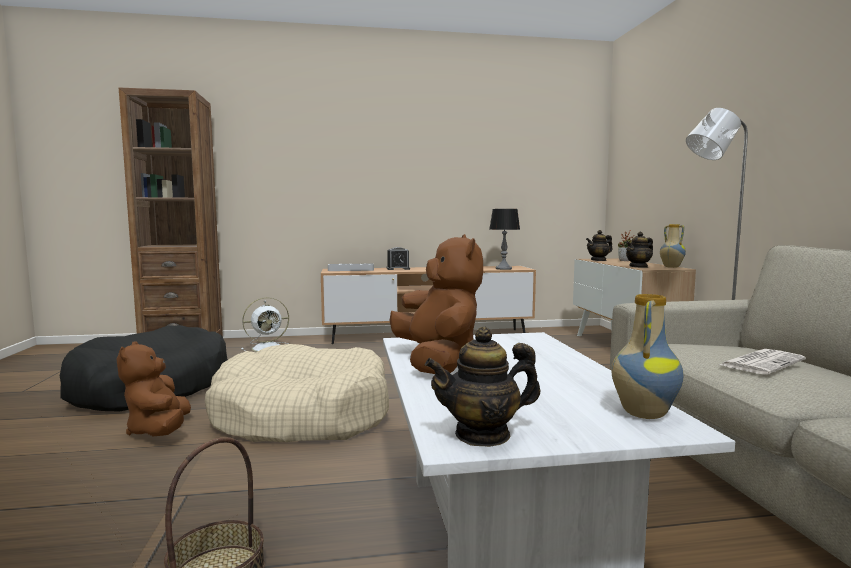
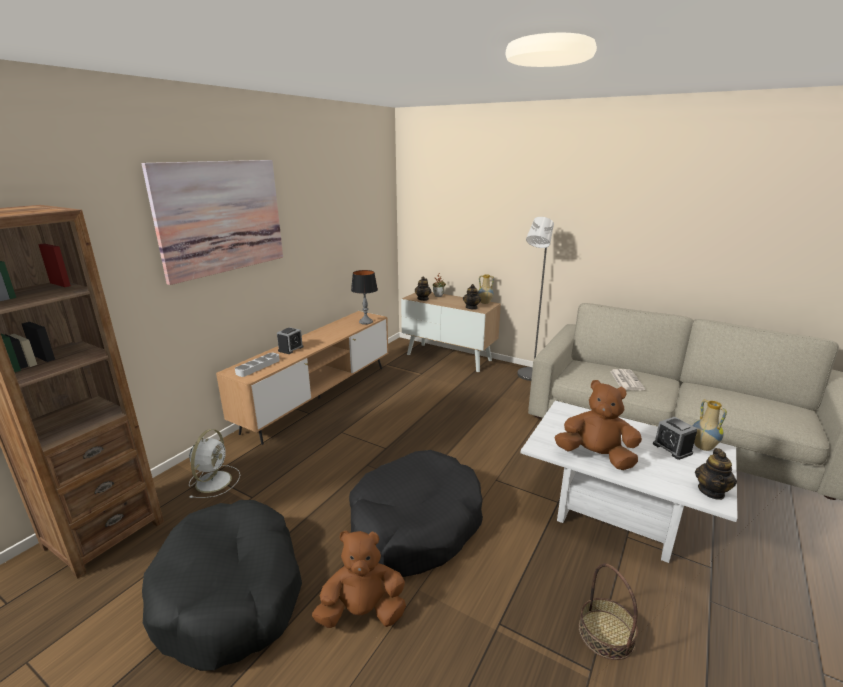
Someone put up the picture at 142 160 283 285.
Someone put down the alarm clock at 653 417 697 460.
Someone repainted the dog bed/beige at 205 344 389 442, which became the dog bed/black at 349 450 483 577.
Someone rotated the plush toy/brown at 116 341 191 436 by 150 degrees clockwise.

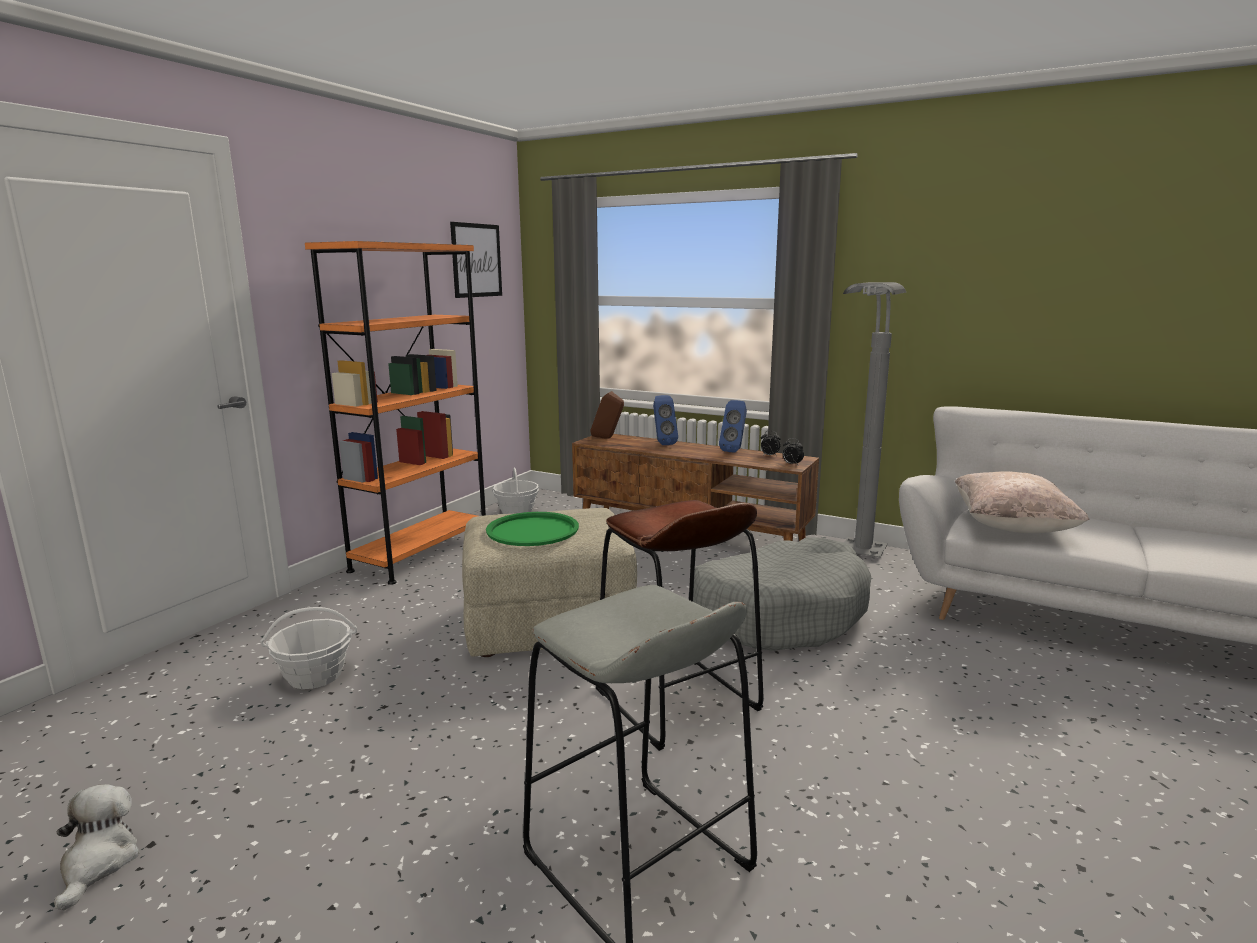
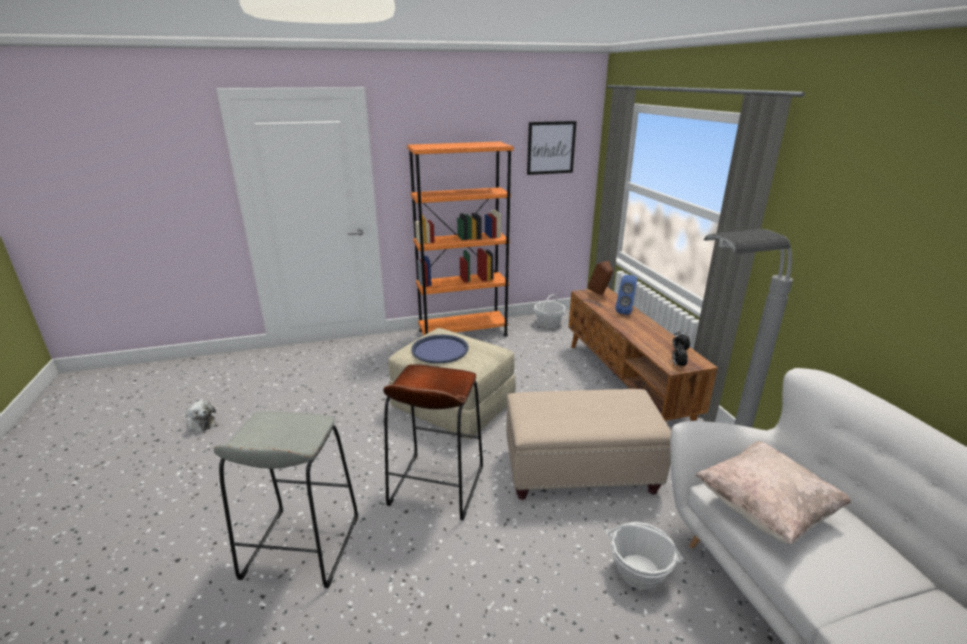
Someone took away the speaker/blue at 719 400 747 453.
Someone carried the basket from 260 607 357 689 to 608 522 683 590.
Someone swapped the dog bed/grey at 693 537 871 651 for the ottoman/beige at 507 389 671 500.
Someone repainted the tray/green at 486 512 579 546, which became the tray/blue at 411 335 469 364.
Someone rotated the plush toy at 54 784 139 911 by 90 degrees clockwise.

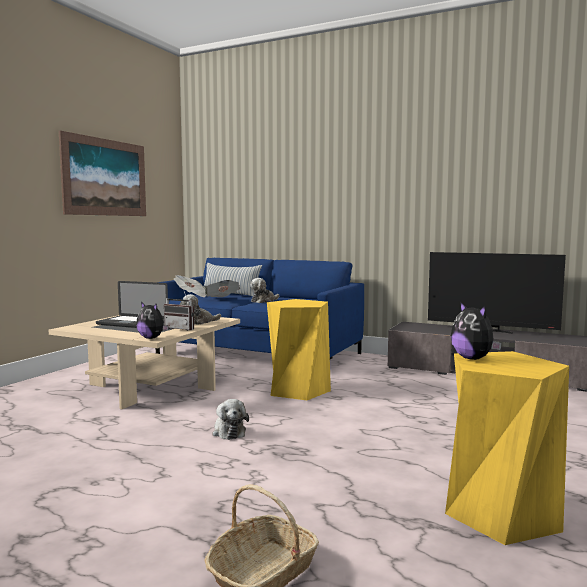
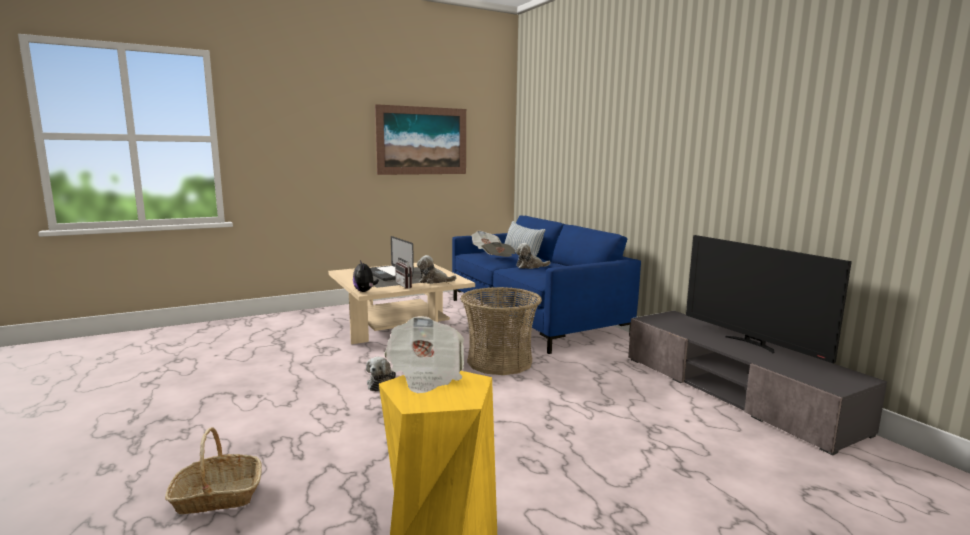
Someone swapped the stool/yellow at 267 299 331 400 for the basket at 461 287 542 375.
Someone swapped the plush toy at 451 301 502 360 for the newspaper at 384 316 464 393.

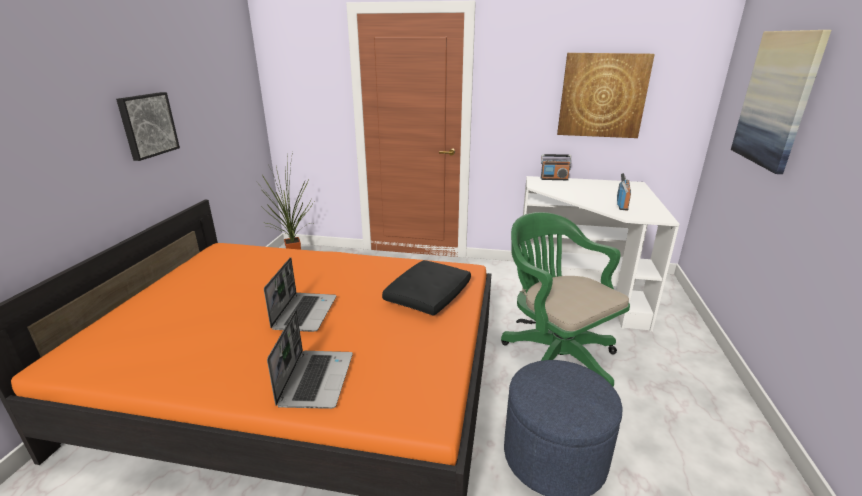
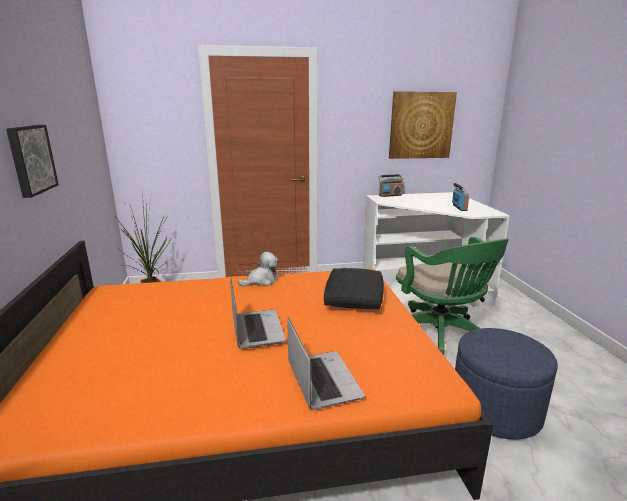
Someone took away the picture at 731 30 831 174.
Someone put down the plush toy at 238 252 279 286.
Someone rotated the office chair/green at 501 212 630 387 by 150 degrees counterclockwise.

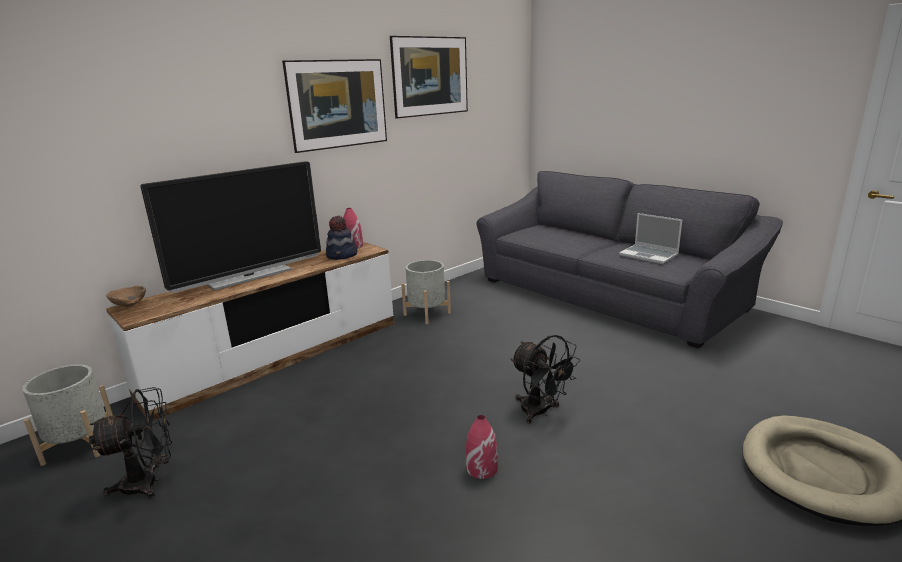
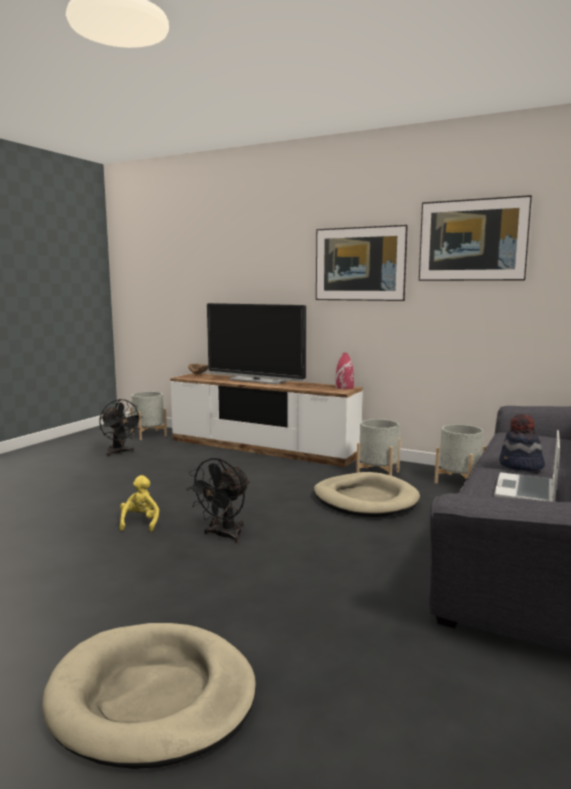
Someone put down the dog bed/beige at 314 472 420 517.
Someone put down the planter/grey at 435 424 486 484.
Someone carried the hat from 326 216 357 260 to 499 414 545 471.
Someone swapped the vase/red at 466 415 498 479 for the plush toy/yellow at 119 475 159 532.

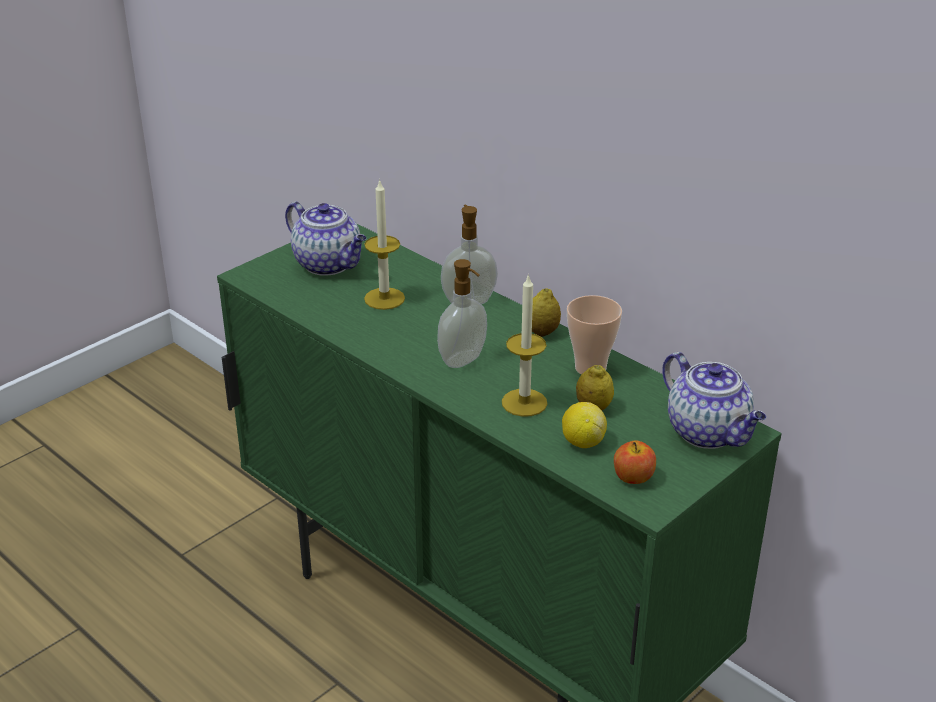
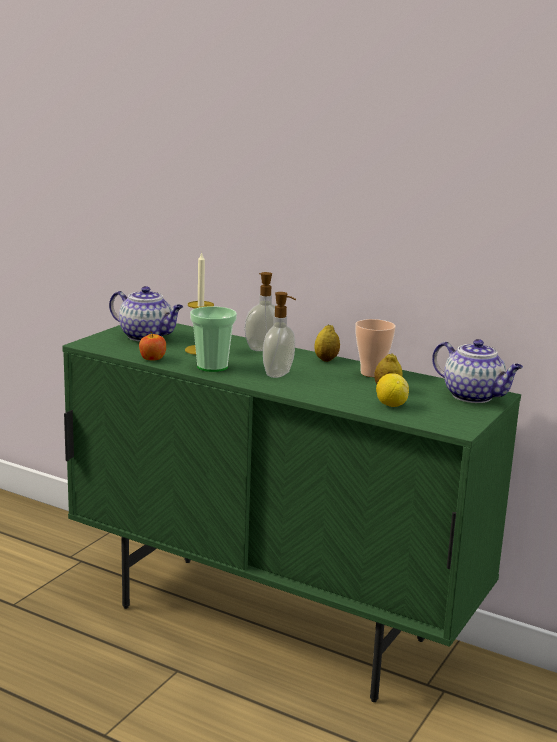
Someone took away the candle at 502 274 548 417.
Someone put down the cup at 190 306 237 372.
Someone carried the apple from 614 440 656 484 to 139 331 166 360.

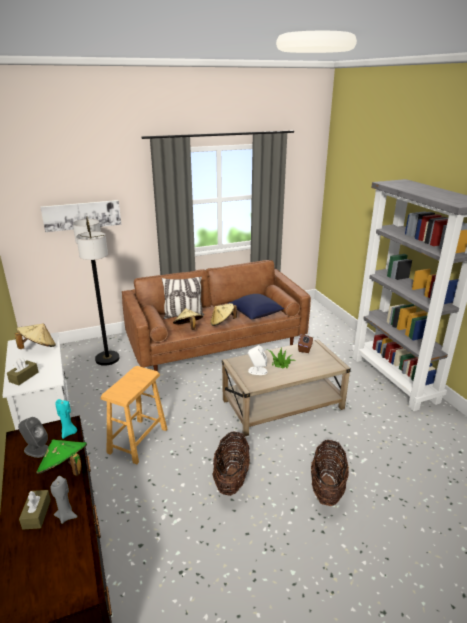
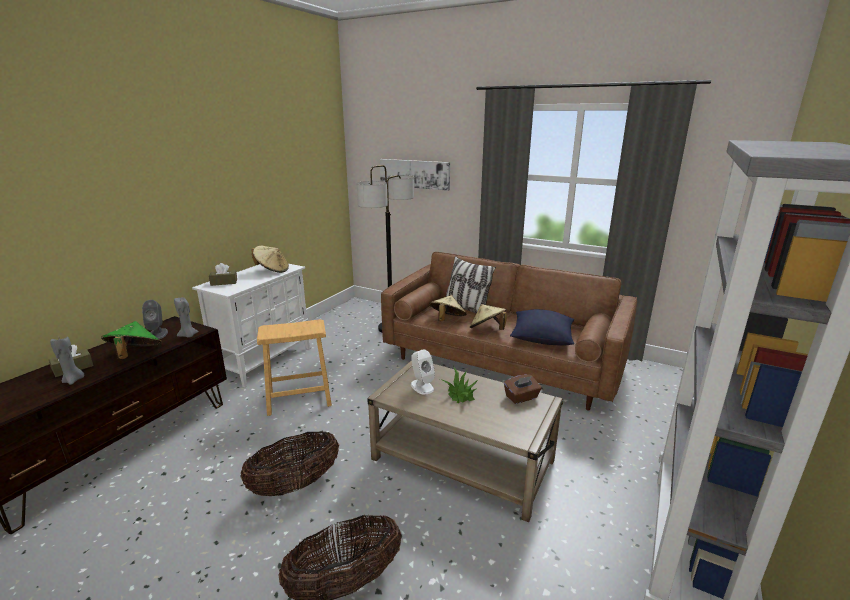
Someone repainted the candle/turquoise at 55 399 77 439, which became the candle/grey at 174 297 199 338.

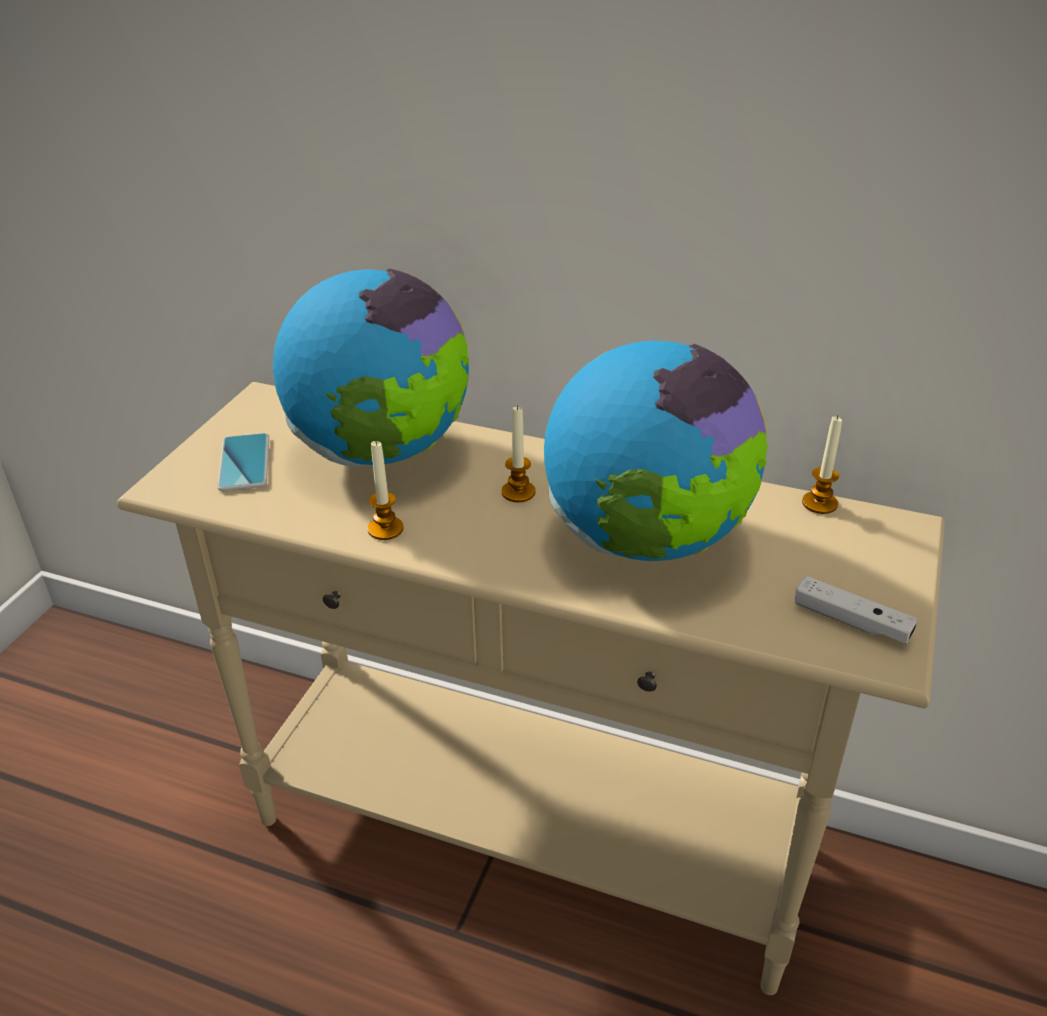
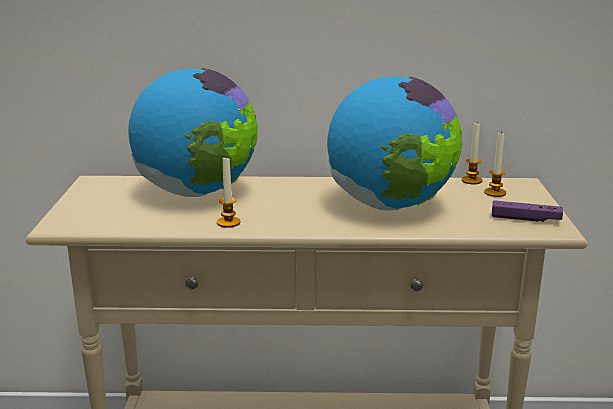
Someone took away the phone at 217 433 269 491.
Someone carried the candle from 502 405 536 502 to 484 131 506 197.
Someone repainted the game controller/white at 795 576 917 644, which became the game controller/purple at 492 200 563 222.

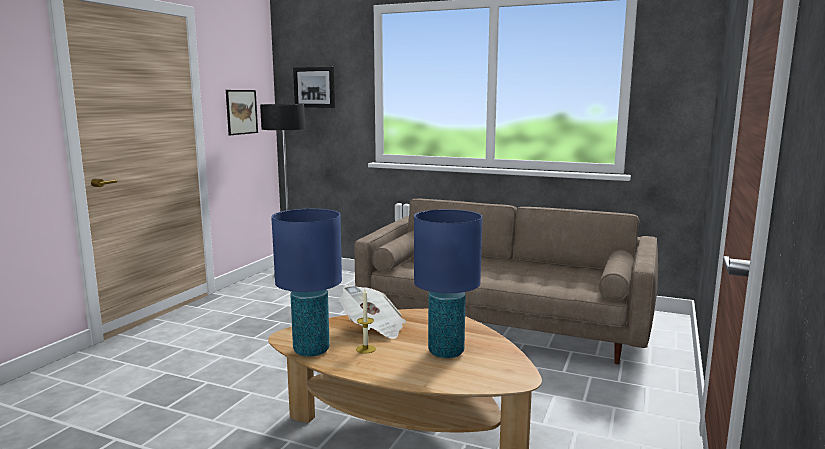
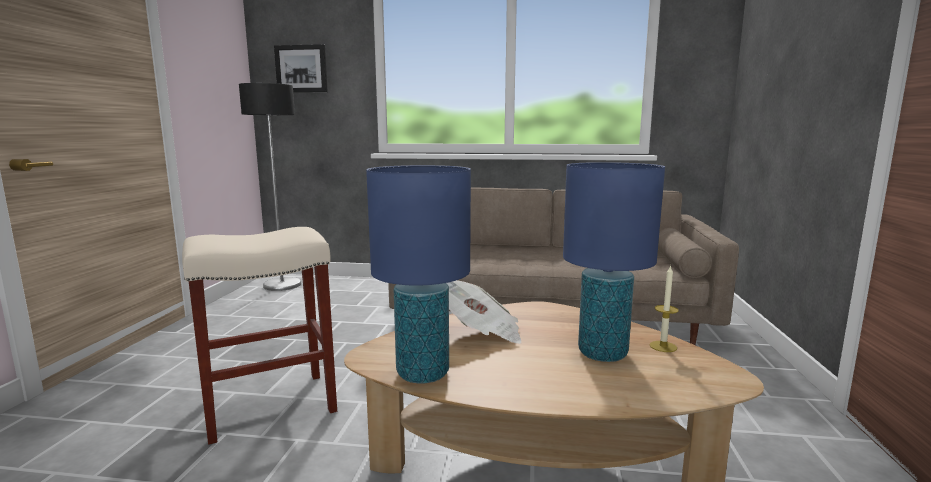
Someone took away the picture at 226 90 258 135.
Someone put down the stool/beige at 182 227 337 445.
Someone carried the candle from 356 289 376 353 to 650 265 679 352.

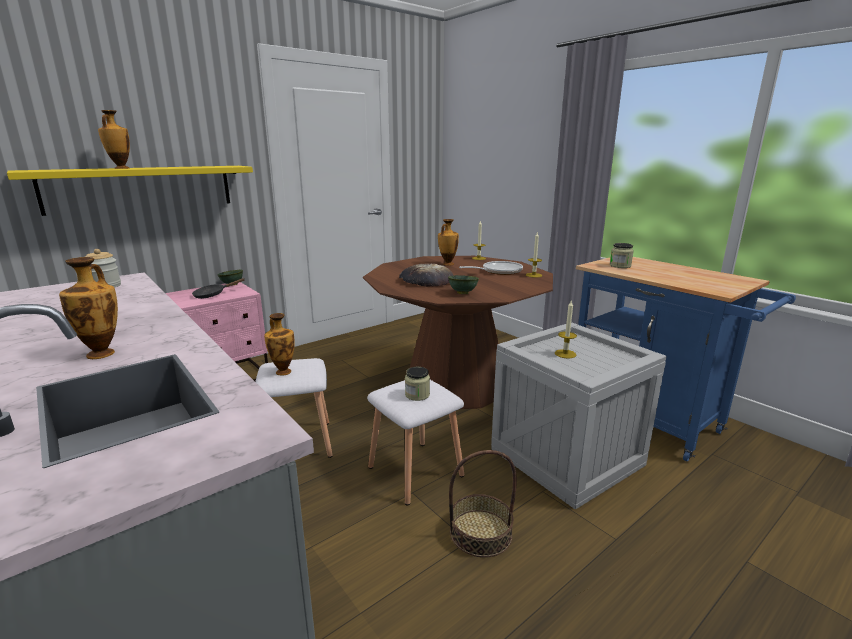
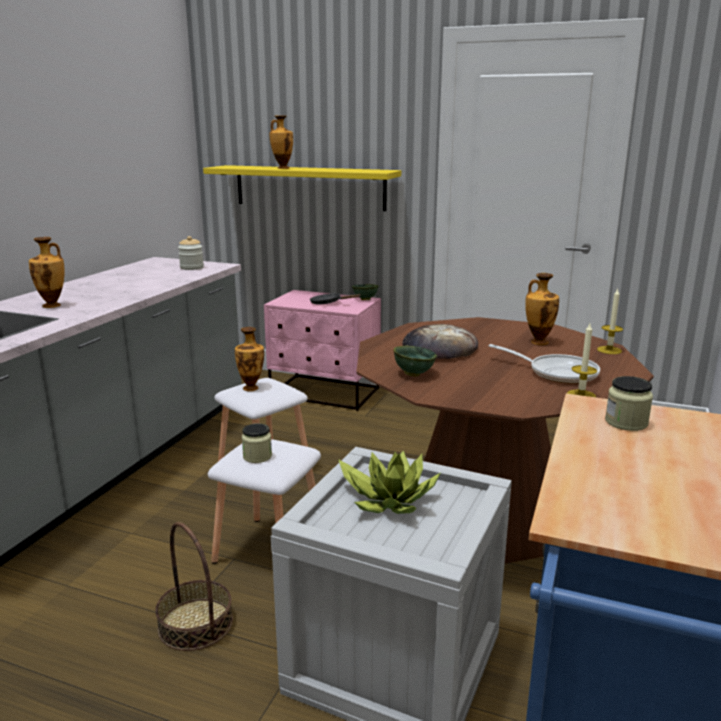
Someone swapped the candle at 555 301 577 358 for the potted plant at 338 451 441 514.

